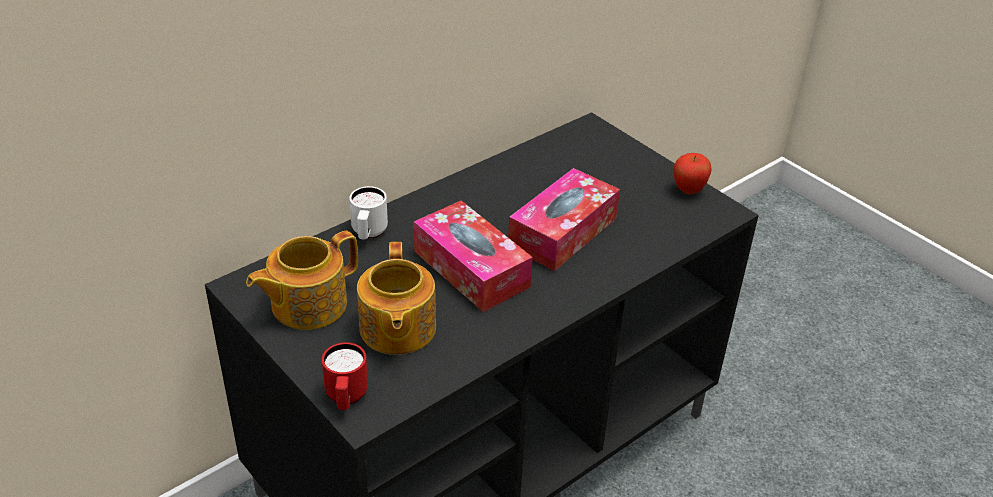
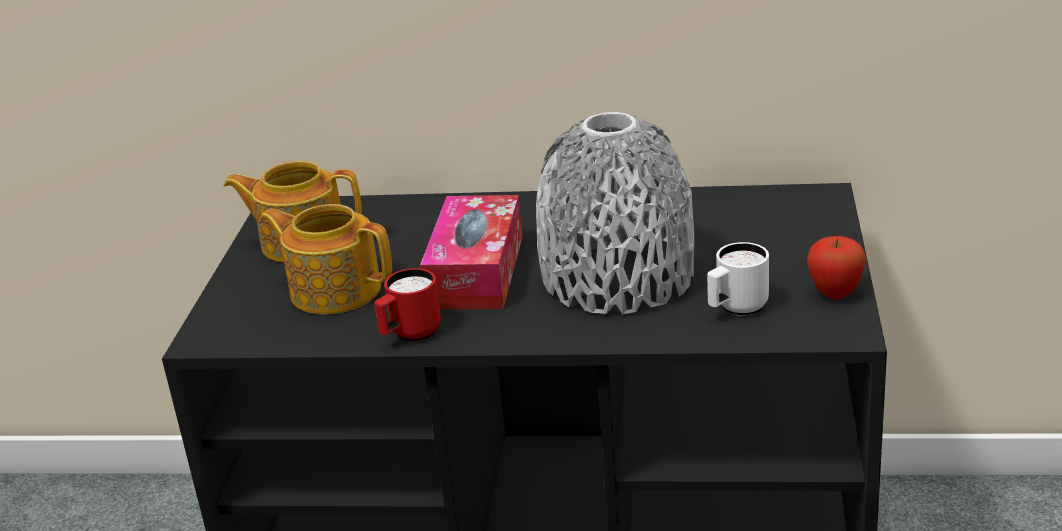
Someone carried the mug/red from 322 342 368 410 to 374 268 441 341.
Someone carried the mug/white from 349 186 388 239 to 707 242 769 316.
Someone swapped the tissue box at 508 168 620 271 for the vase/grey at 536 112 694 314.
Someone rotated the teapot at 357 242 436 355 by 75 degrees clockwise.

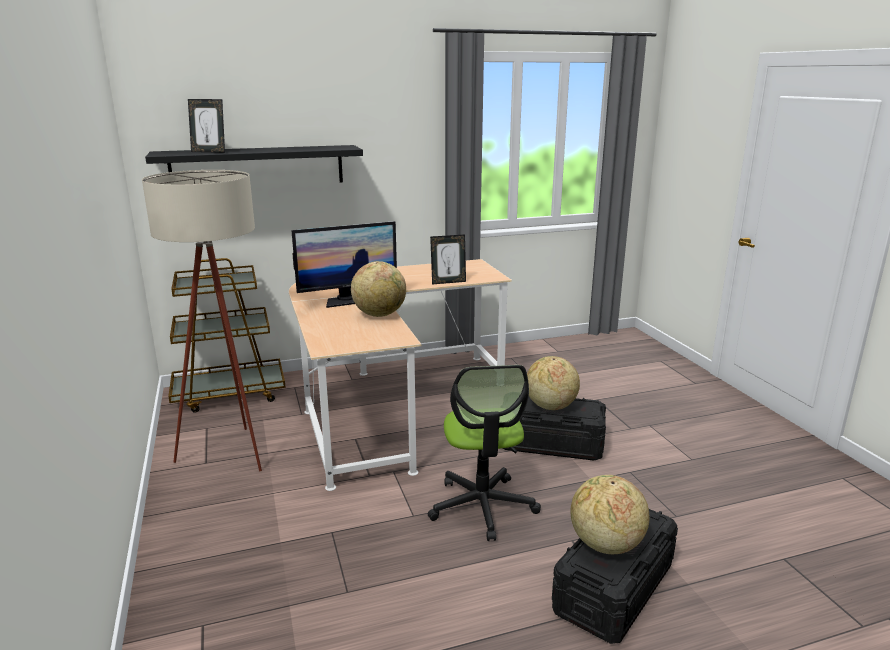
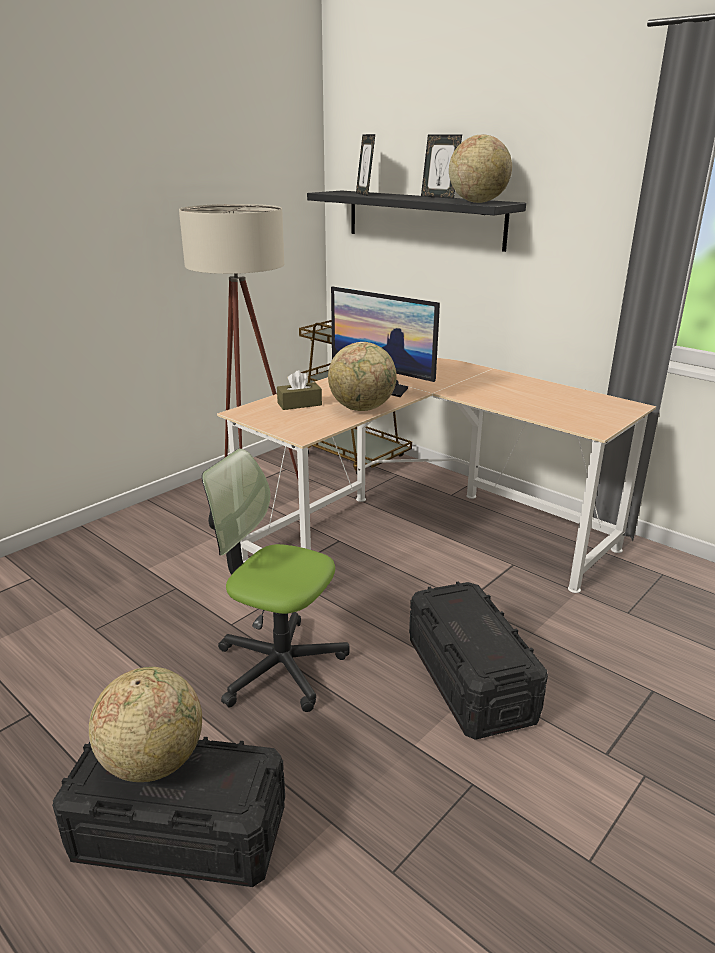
Someone put down the tissue box/brown at 277 370 322 410.
Someone carried the picture frame from 430 234 466 285 to 421 134 462 199.
Someone carried the globe from 527 356 580 410 to 449 134 512 203.
Someone rotated the office chair at 428 365 541 541 by 60 degrees clockwise.

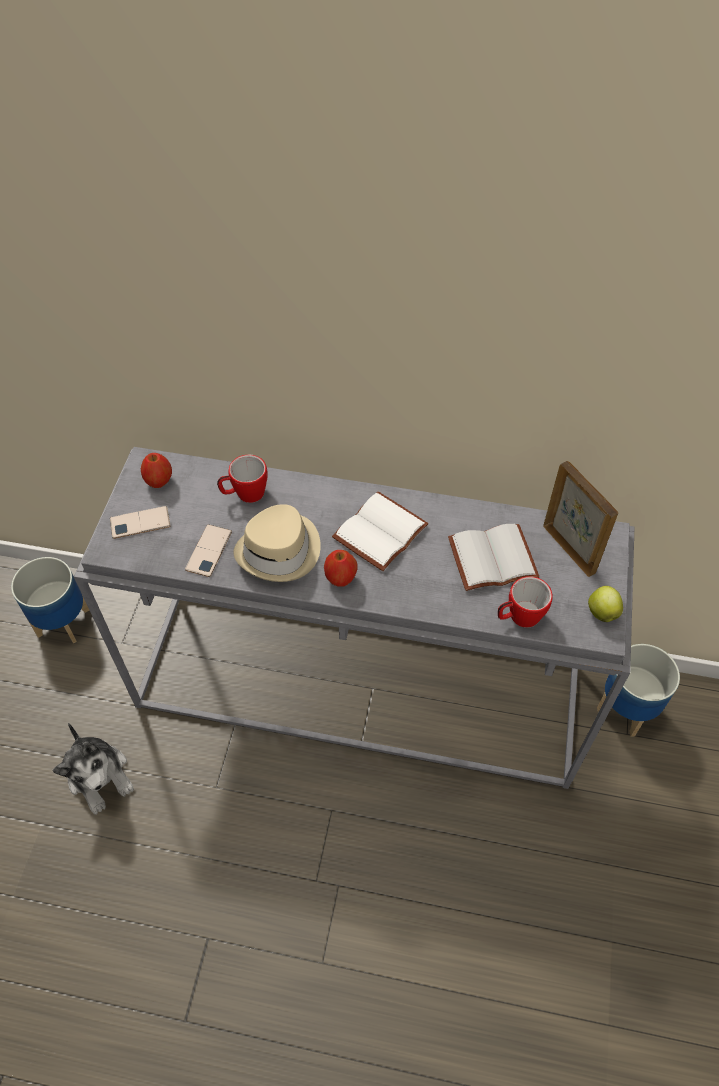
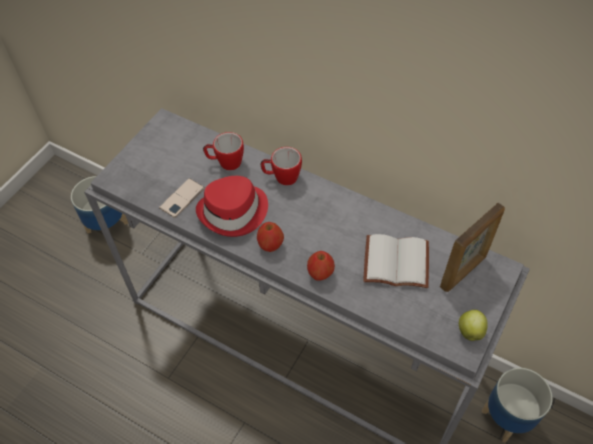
Someone took away the plush toy at 52 723 134 815.
Someone took away the phone at 110 506 171 539.
Someone took away the book/white at 332 491 429 571.
Someone carried the apple from 141 453 172 488 to 307 251 335 281.
Someone carried the mug from 498 576 553 628 to 260 147 302 186.
Someone repainted the hat/beige at 233 504 321 582, which became the hat/red at 196 176 268 237.
Someone rotated the picture frame at 543 461 618 577 by 60 degrees clockwise.

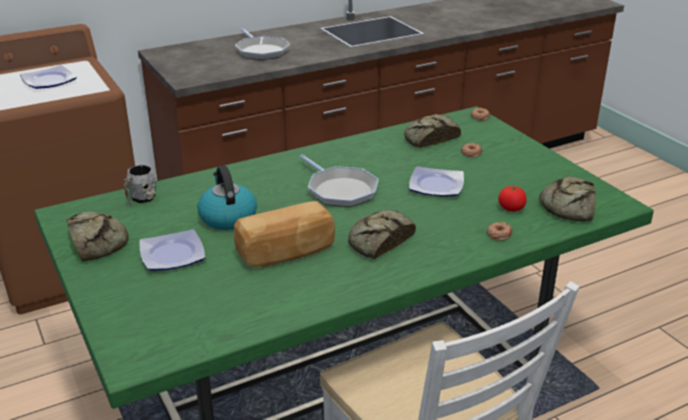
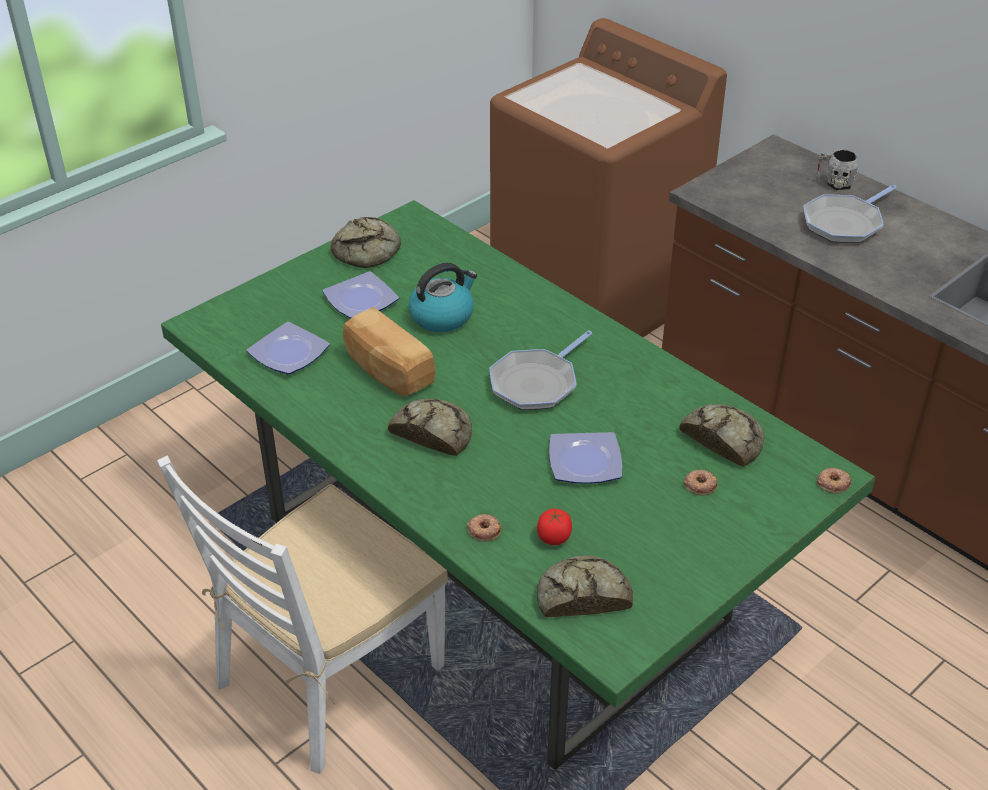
Someone carried the plate from 20 65 77 89 to 246 322 330 374.
Someone carried the mug/grey from 123 165 156 206 to 817 149 859 190.

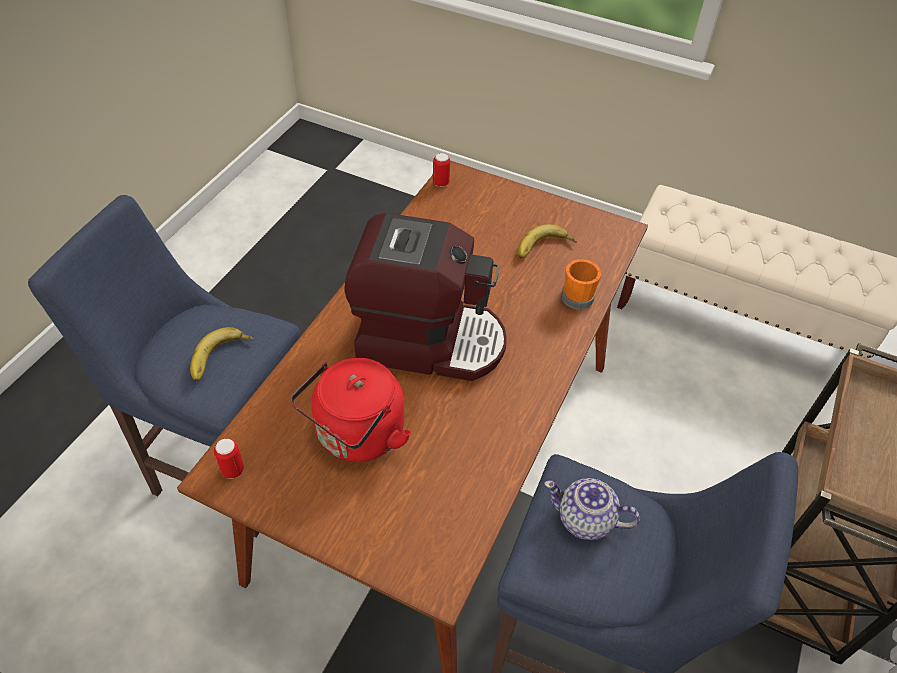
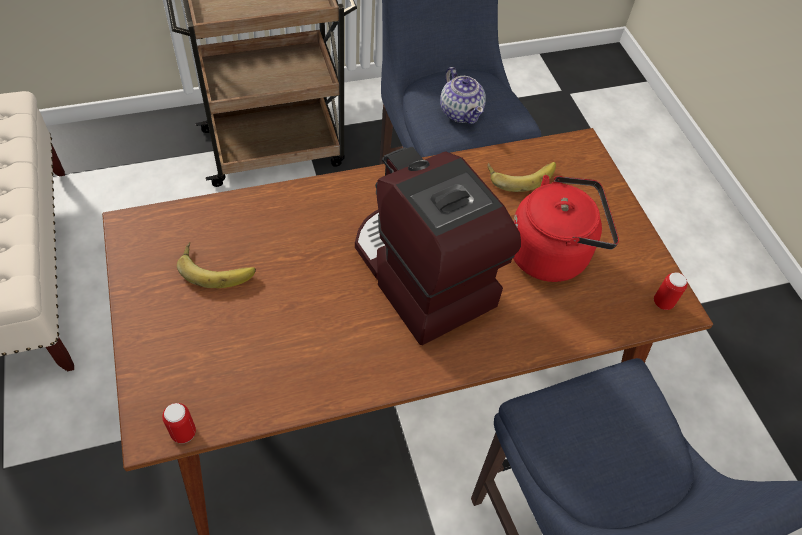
Someone took away the mug/orange at 561 259 601 310.
Someone carried the banana from 190 327 254 382 to 487 162 556 192.

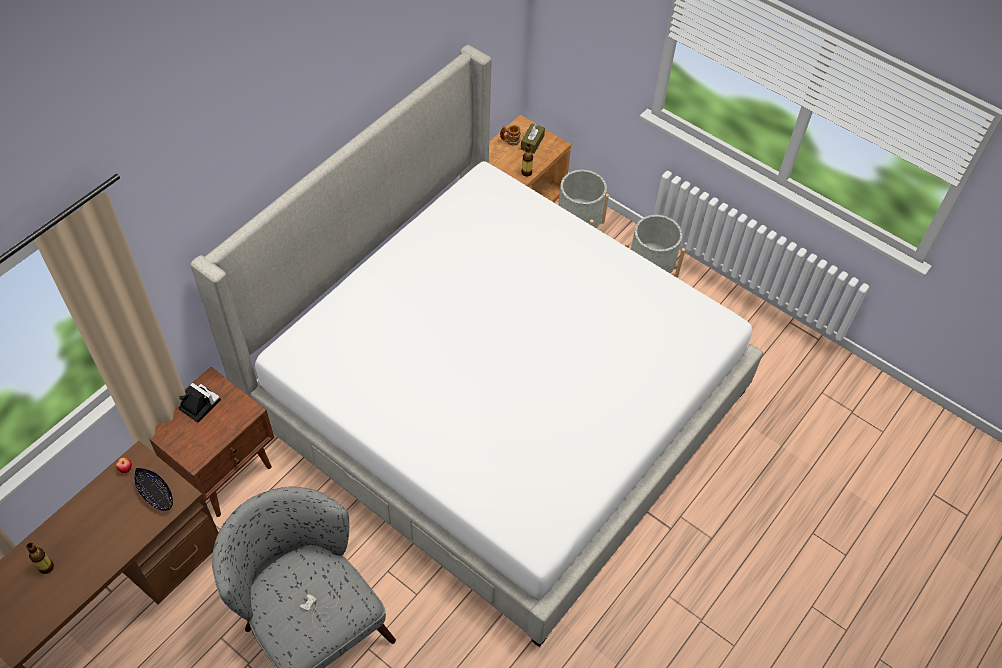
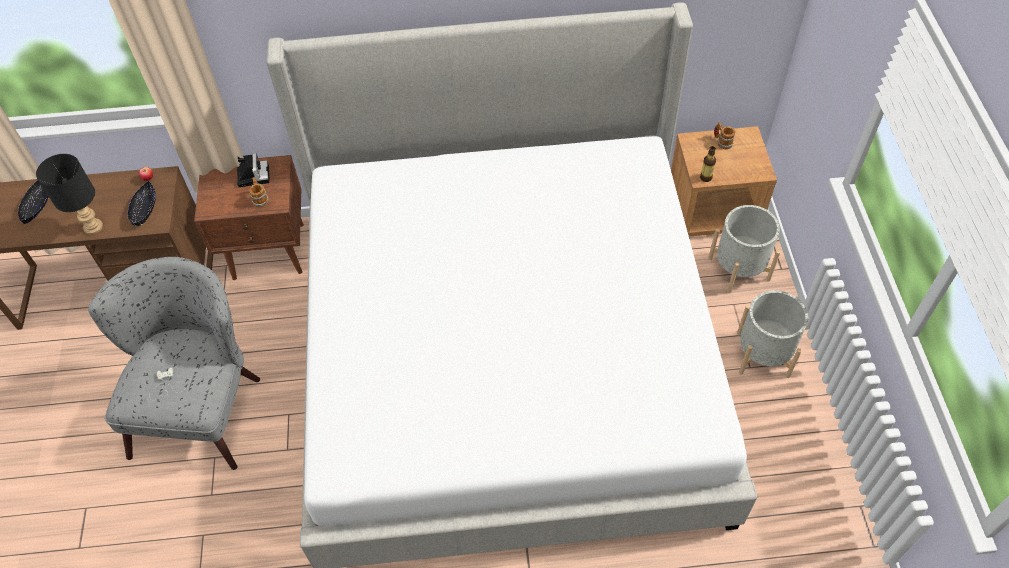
Someone took away the tissue box/brown at 521 123 545 154.
Someone put down the table lamp/black at 36 154 103 235.
Someone put down the mug at 249 177 269 208.
Someone swapped the bottle at 26 543 54 574 for the bowl/black at 18 180 49 224.

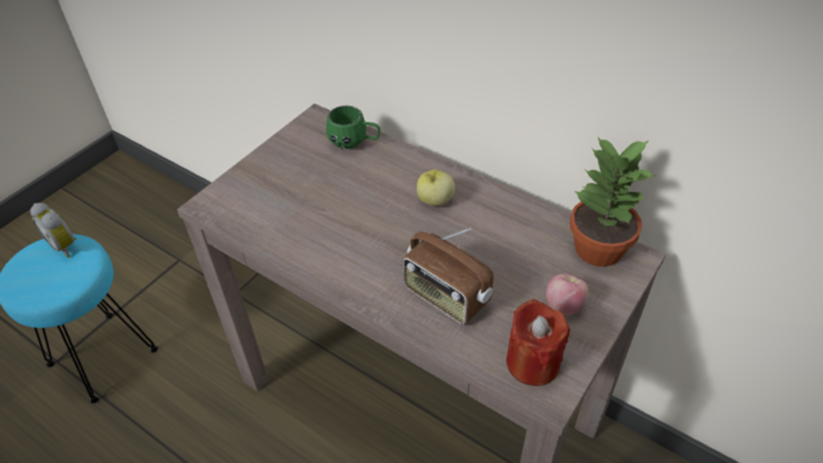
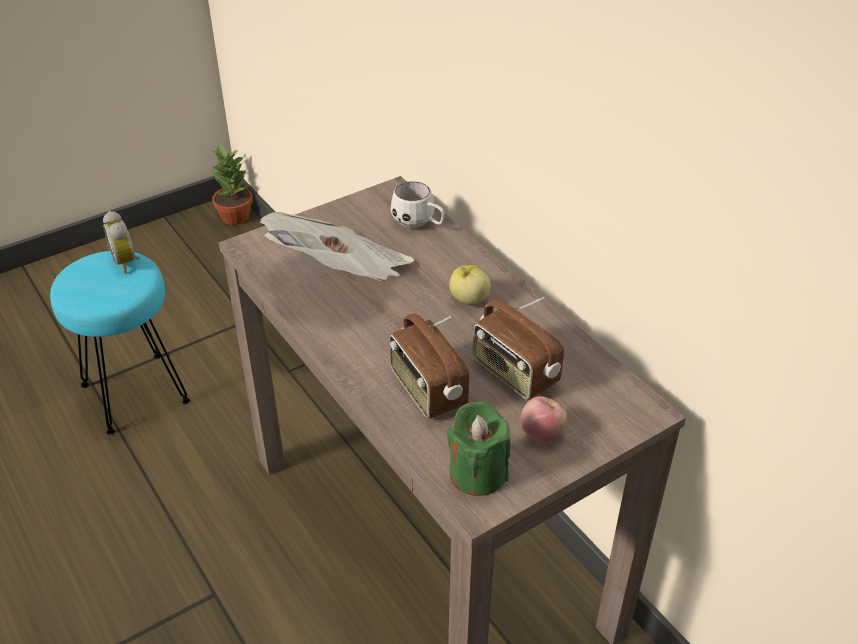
Someone put down the newspaper at 260 212 414 281.
Someone put down the radio at 473 296 564 400.
Someone carried the potted plant from 570 136 656 267 to 211 144 253 225.
Someone repainted the mug/green at 326 105 380 149, which became the mug/white at 391 181 445 228.
Someone repainted the candle/red at 506 299 570 386, which became the candle/green at 447 401 511 496.

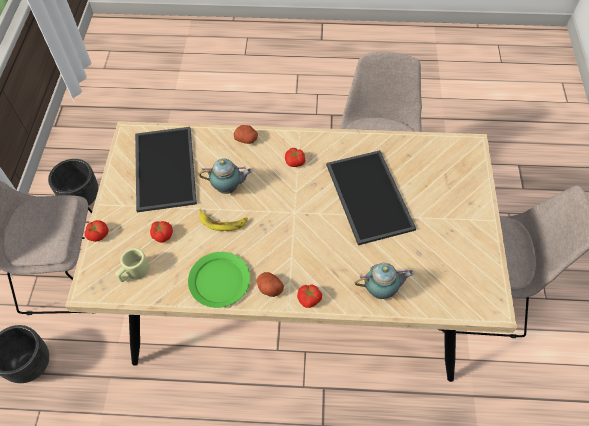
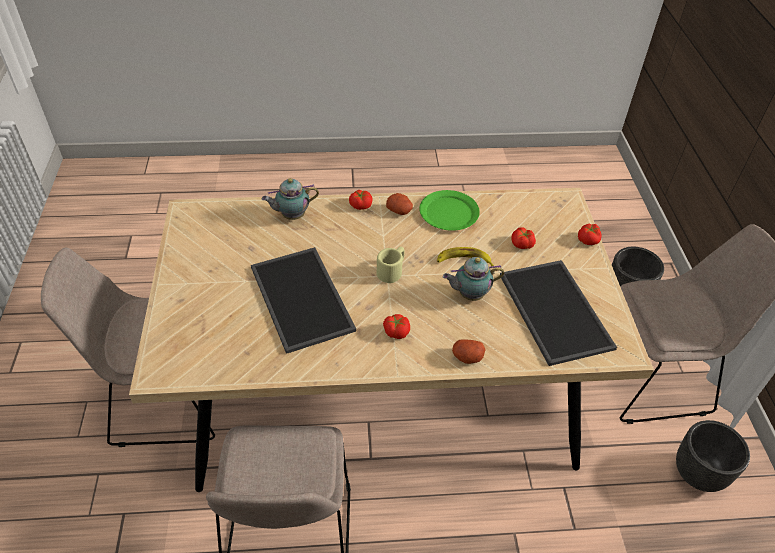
Someone carried the mug/beige from 116 248 150 282 to 377 247 405 283.

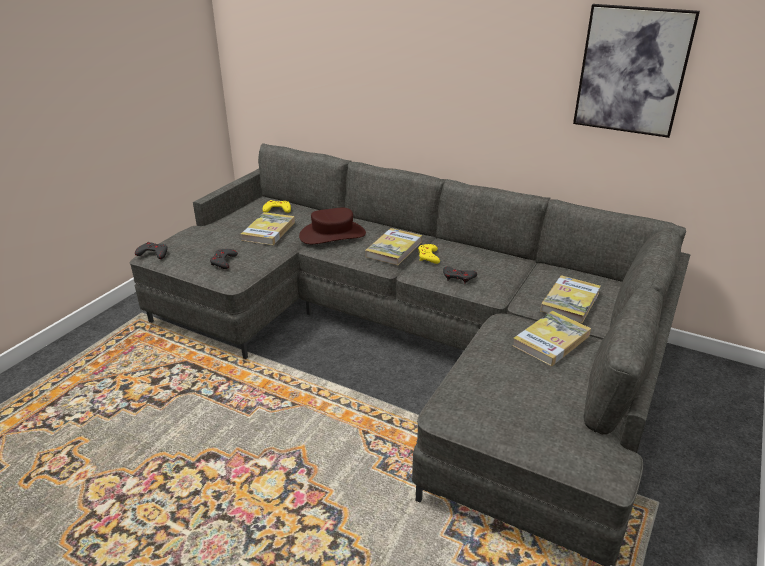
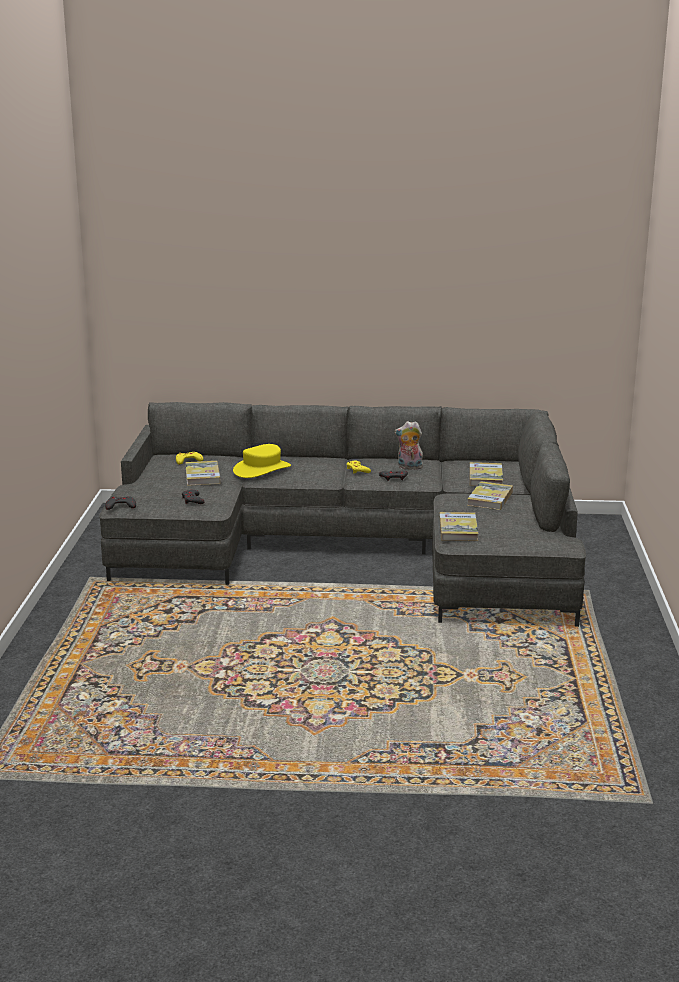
Someone took away the picture at 573 4 700 138.
Someone put down the plush toy at 394 421 423 470.
Someone carried the book from 365 228 422 265 to 439 512 479 541.
Someone repainted the hat/brown at 299 208 366 244, which became the hat/yellow at 233 444 291 478.

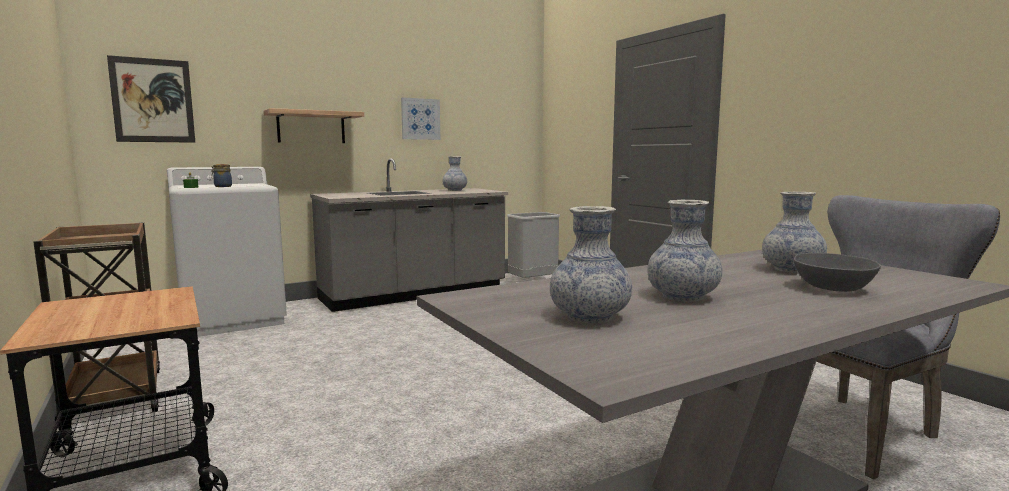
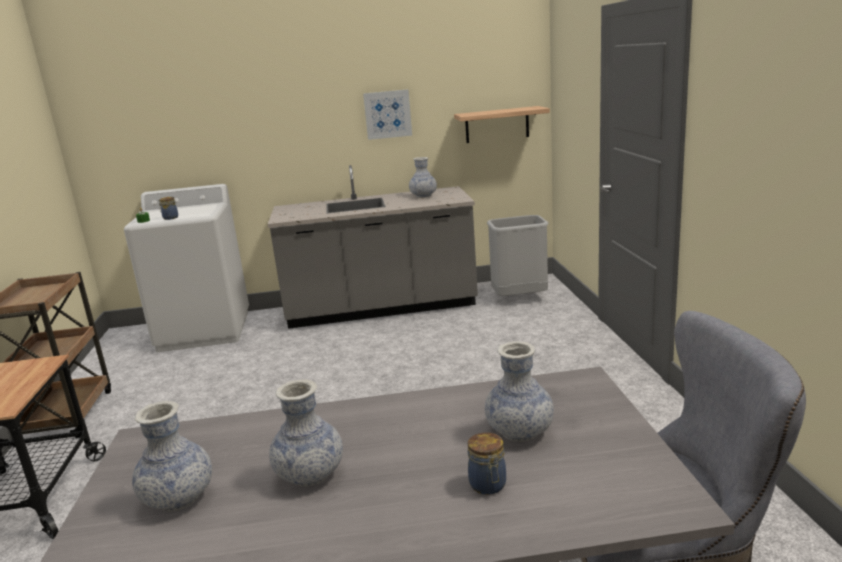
Someone took away the picture at 107 55 195 143.
Someone carried the shelf from 263 108 364 143 to 454 106 550 143.
Someone swapped the bowl/grey at 794 253 881 292 for the jar at 468 432 506 495.

